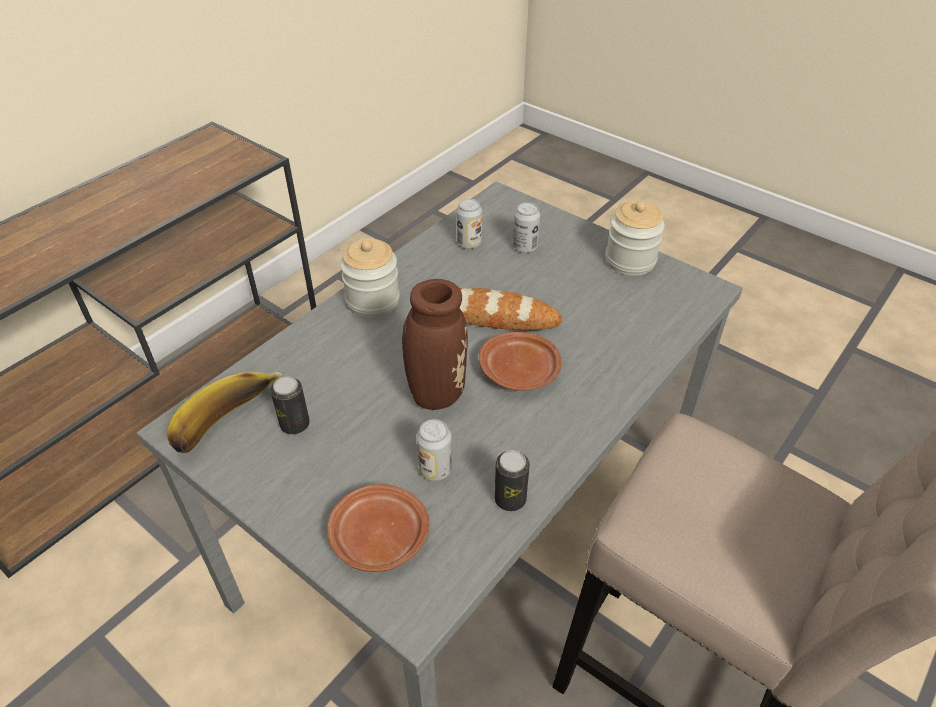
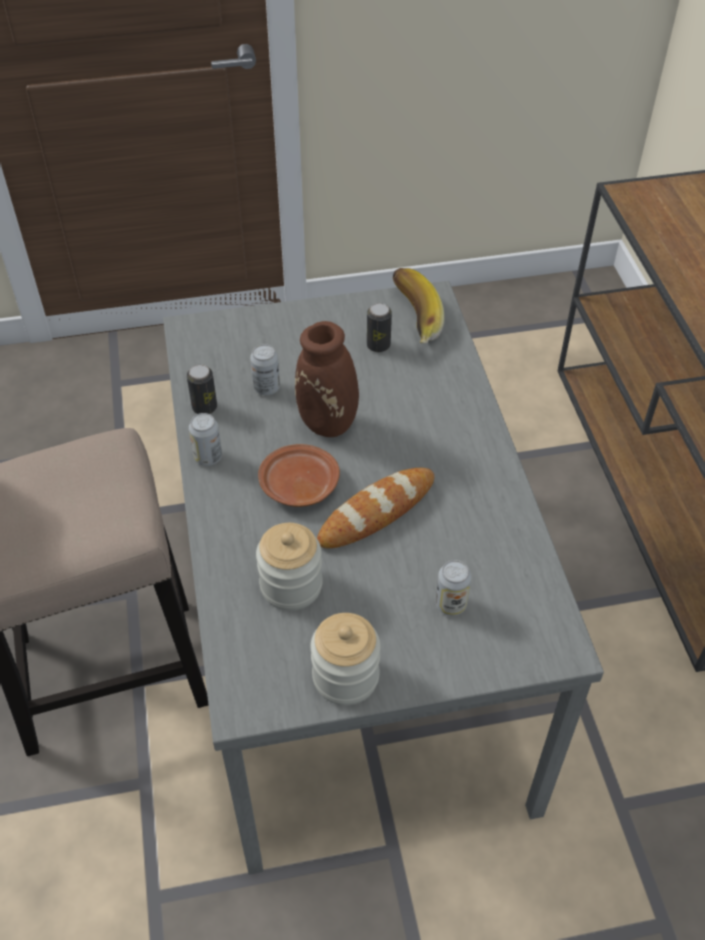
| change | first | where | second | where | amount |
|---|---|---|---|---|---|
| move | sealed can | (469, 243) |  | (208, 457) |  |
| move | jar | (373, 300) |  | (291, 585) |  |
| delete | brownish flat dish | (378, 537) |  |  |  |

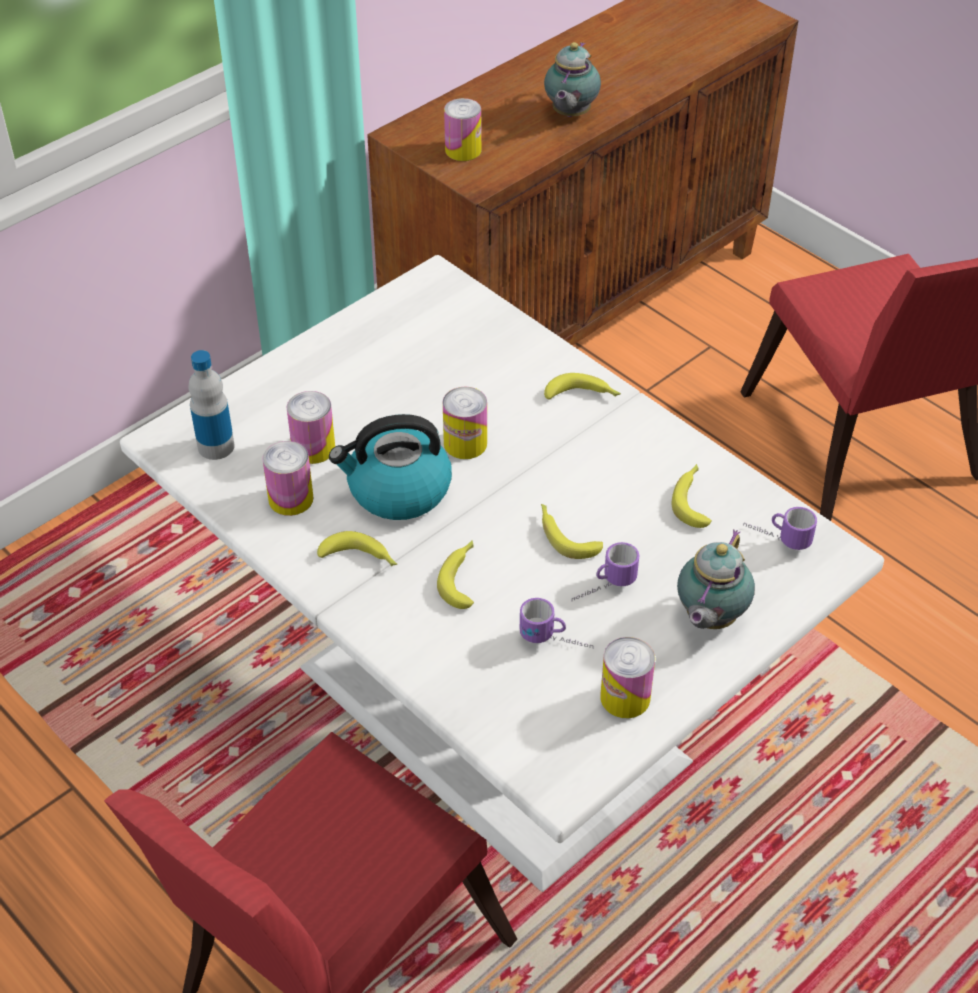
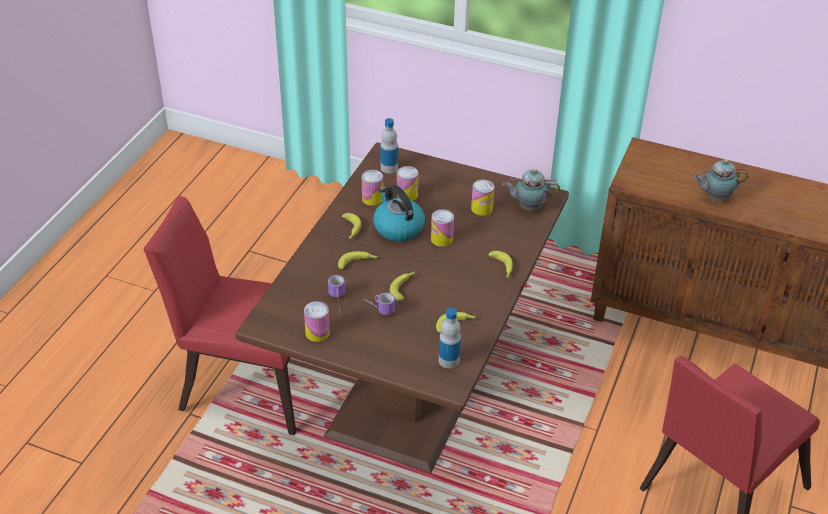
| change | first | where | second | where | amount |
|---|---|---|---|---|---|
| recolor | whitish dinner table | (488, 719) | brownish dinner table | (411, 386) |  |
| replace | tea mug | (776, 538) | beverage bottle | (449, 360) |  |
| move | sealed can | (463, 150) |  | (482, 208) |  |
| move | pot for tea | (708, 619) |  | (528, 207) |  |

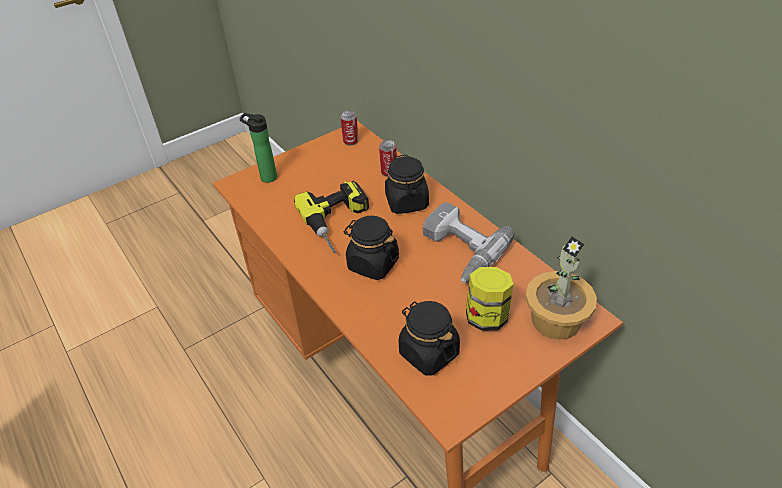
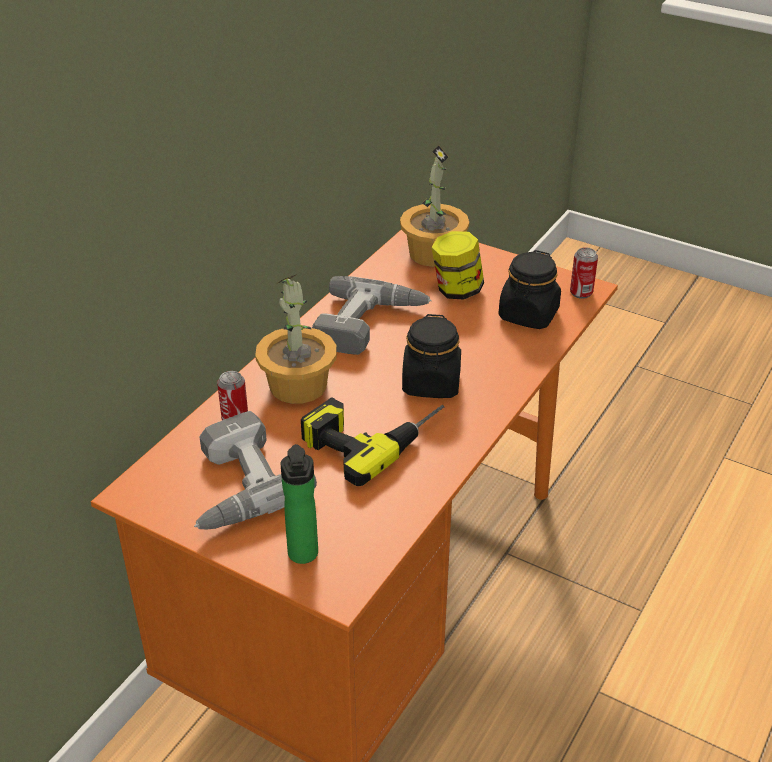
| change | first | where | second | where | amount |
|---|---|---|---|---|---|
| insert |  |  | electric drill | (235, 485) |  |
| replace | blackish jar | (407, 202) | potted plant | (298, 386) |  |
| move | sealed can | (350, 141) |  | (581, 293) |  |

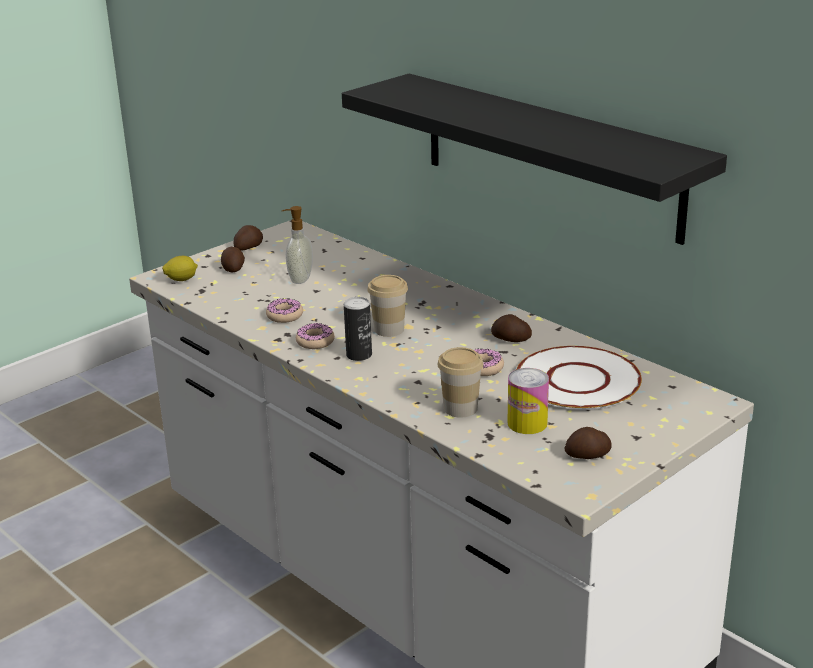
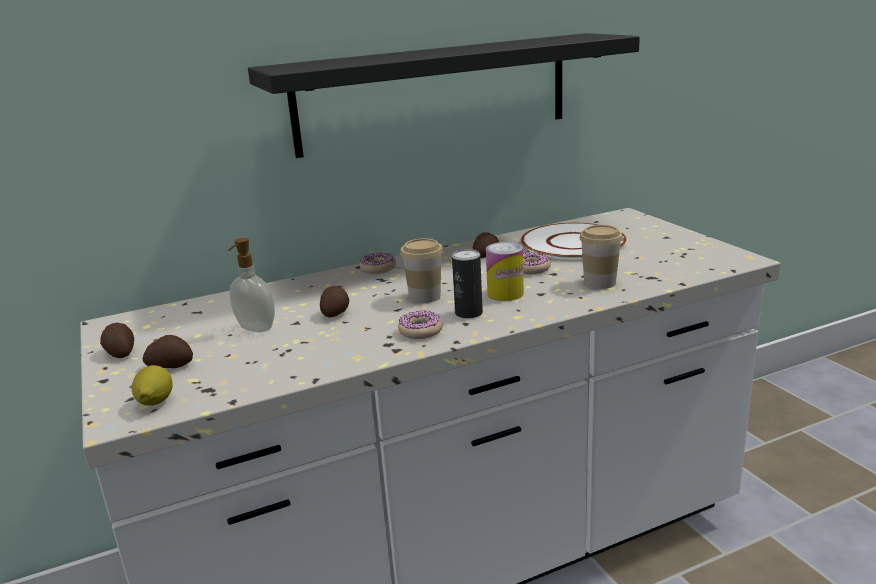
| change | first | where | second | where | amount |
|---|---|---|---|---|---|
| move | potato | (588, 456) |  | (336, 313) |  |
| move | doughnut | (284, 316) |  | (378, 268) |  |
| move | sealed can | (527, 423) |  | (505, 293) |  |

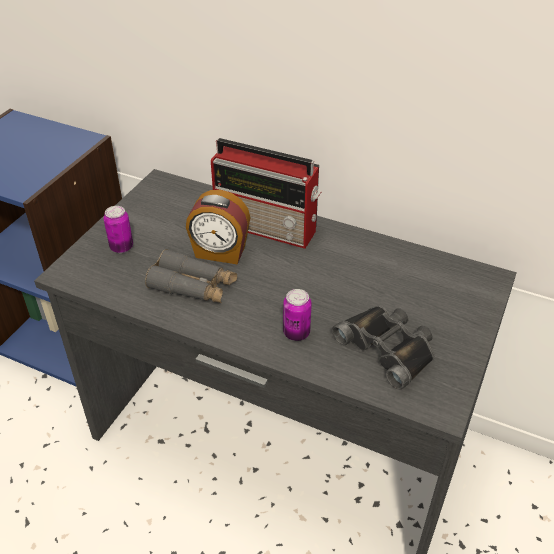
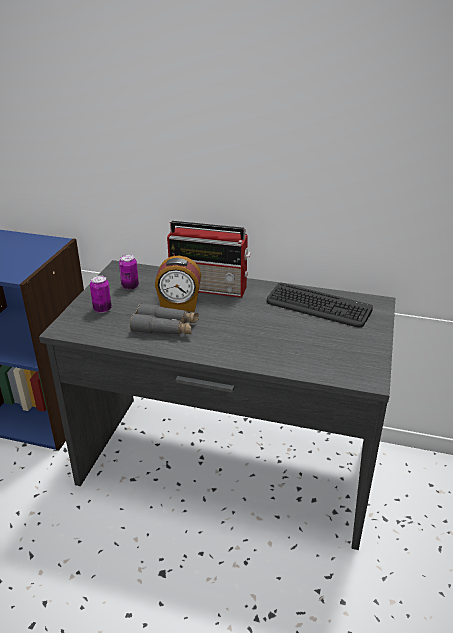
| change | first | where | second | where | amount |
|---|---|---|---|---|---|
| move | sealed can | (296, 333) |  | (130, 286) |  |
| insert |  |  | computer keyboard | (318, 306) |  |
| delete | blackish pair of binoculars | (388, 348) |  |  |  |

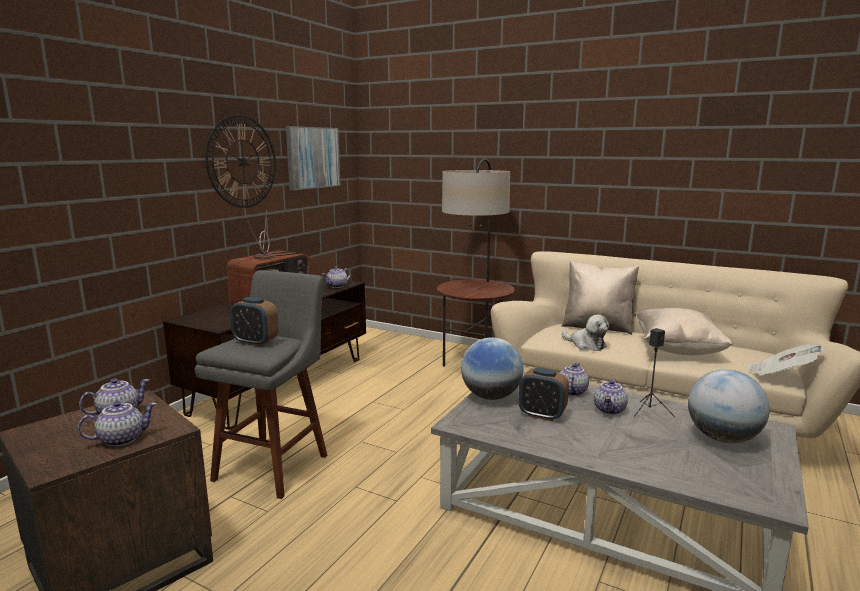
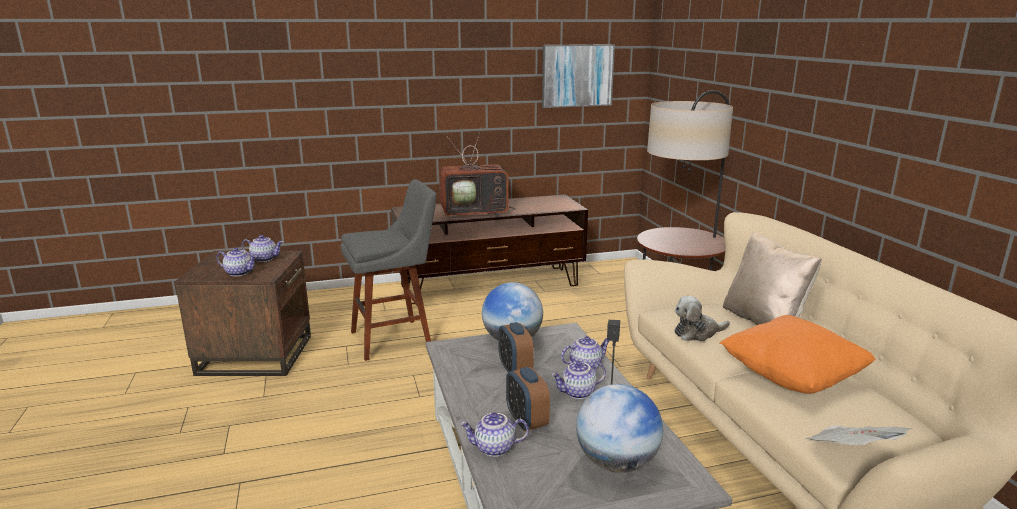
| change | first | where | second | where | amount |
|---|---|---|---|---|---|
| move | pot for tea | (337, 286) |  | (494, 449) |  |
| move | table clock | (255, 342) |  | (526, 421) |  |
| rotate | cuddly toy | (586, 345) |  | (697, 333) | 75 degrees clockwise |
| recolor | beige-coloured pillow | (677, 350) | orangey pillow | (791, 377) |  |
| delete | clock on the wall | (242, 161) |  |  |  |

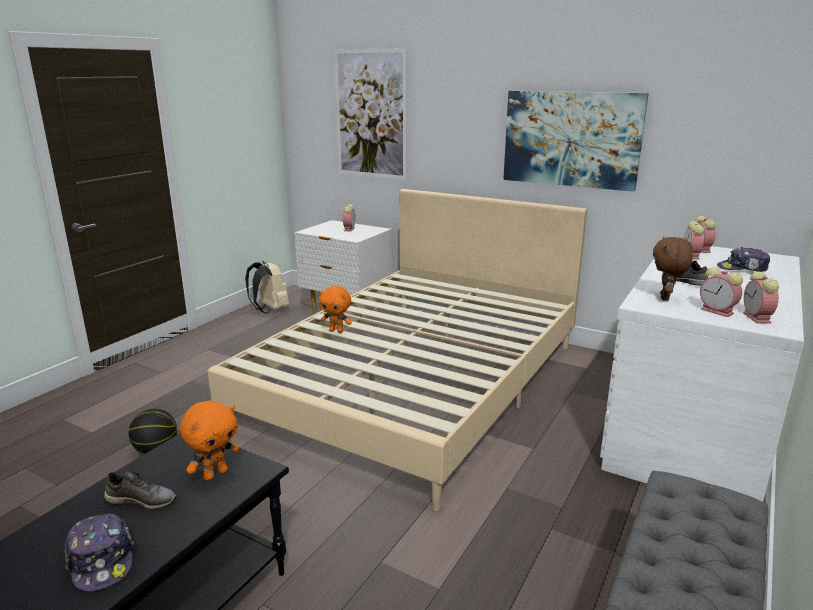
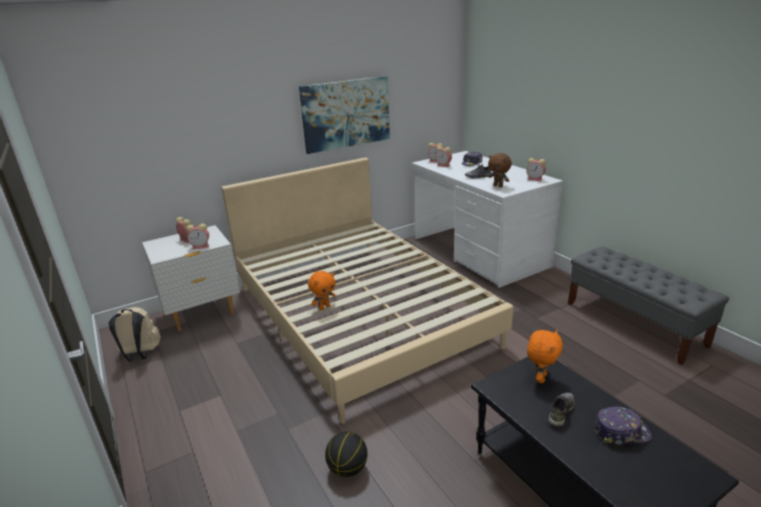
| change | first | where | second | where | amount |
|---|---|---|---|---|---|
| move | table clock | (718, 311) |  | (201, 246) |  |
| rotate | orangey cuddly toy | (215, 474) |  | (540, 378) | 45 degrees clockwise |
| delete | wall art | (371, 114) |  |  |  |

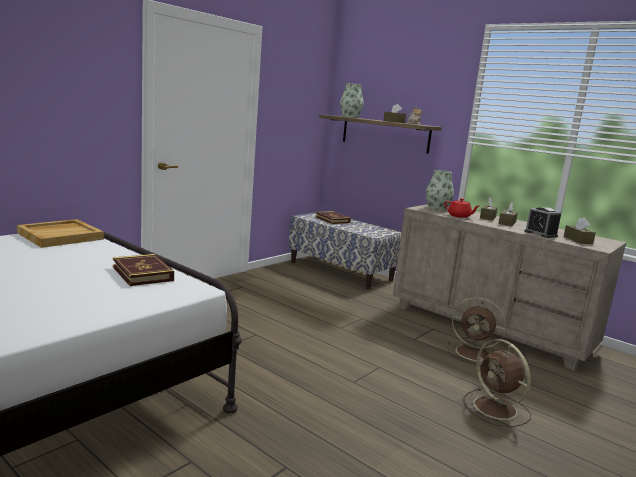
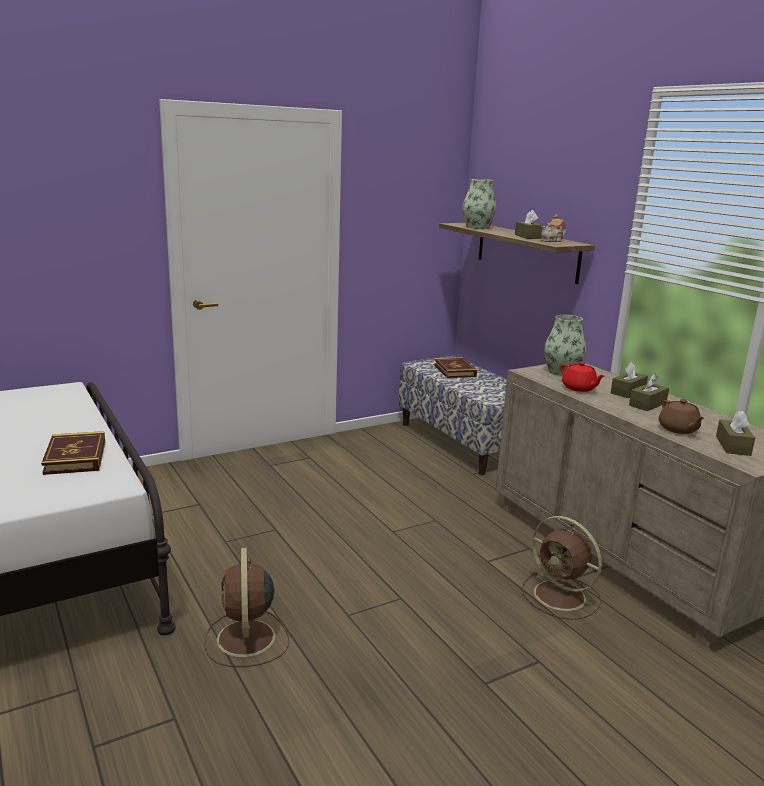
| change | first | where | second | where | amount |
|---|---|---|---|---|---|
| move | brownish cooling fan | (496, 409) |  | (246, 640) |  |
| replace | table clock | (540, 234) | brownish pot for tea | (678, 429) |  |
| delete | beige-coloured carrying tray | (61, 236) |  |  |  |

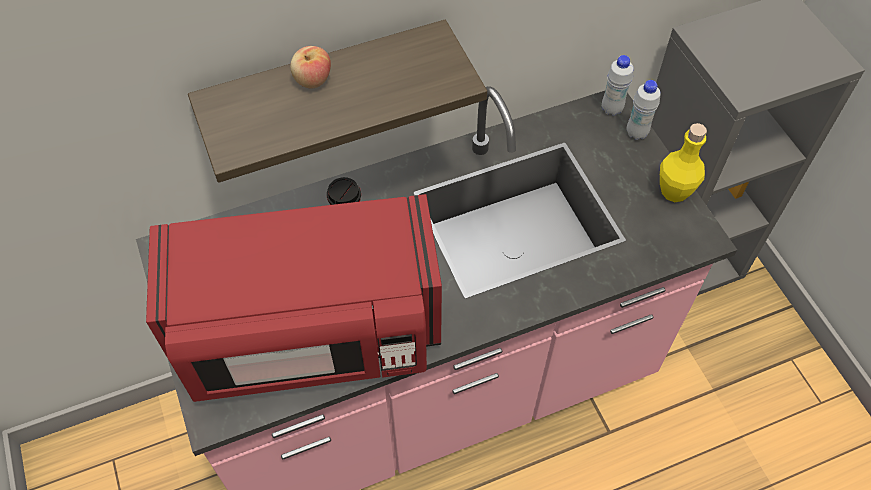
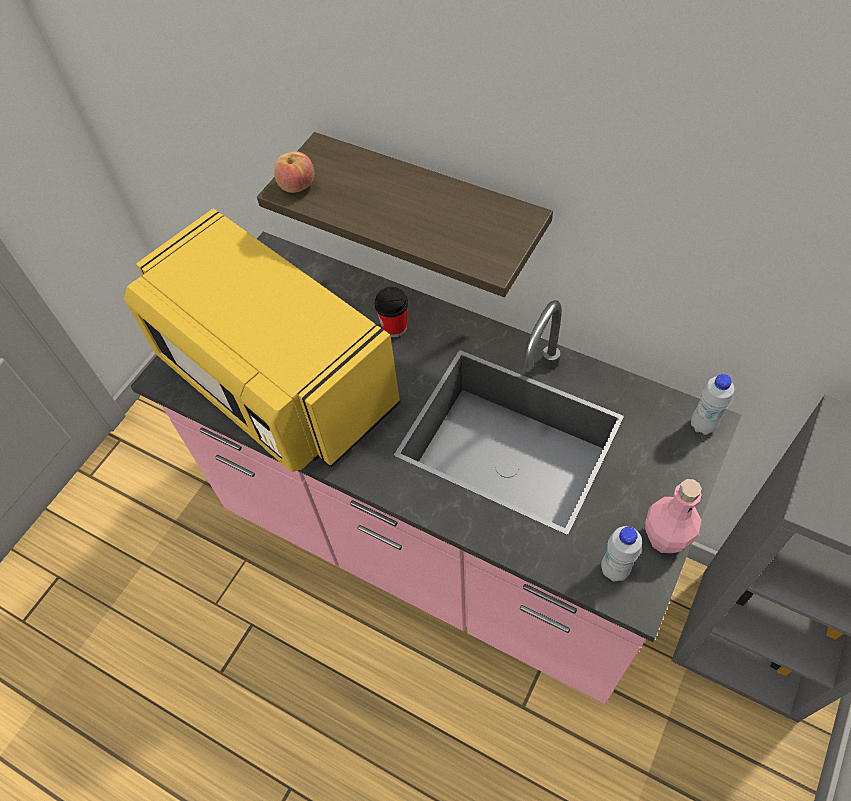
| change | first | where | second | where | amount |
|---|---|---|---|---|---|
| recolor | reddish microwave oven | (310, 333) | yellow microwave oven | (274, 380) |  |
| move | apple | (312, 80) |  | (297, 186) |  |
| move | whitish beverage bottle | (636, 133) |  | (614, 569) |  |
| recolor | yellow beverage bottle | (674, 191) | pink-coloured beverage bottle | (664, 538) |  |

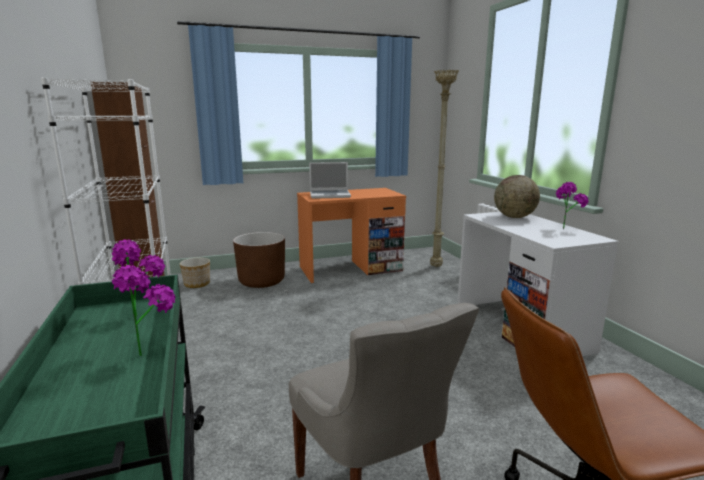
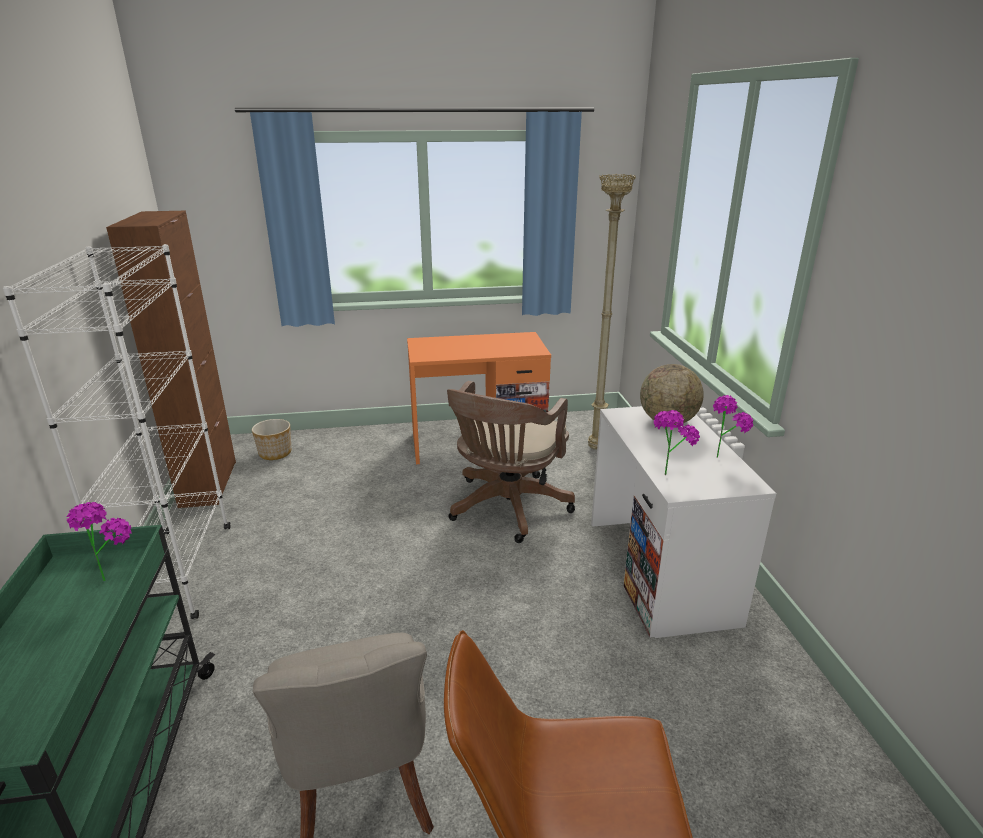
| change | first | where | second | where | amount |
|---|---|---|---|---|---|
| insert |  |  | brownish office chair | (506, 509) |  |
| move | potted plant | (149, 349) |  | (667, 470) |  |
| delete | brownish planter | (261, 281) |  |  |  |
| delete | notebook computer | (330, 195) |  |  |  |

